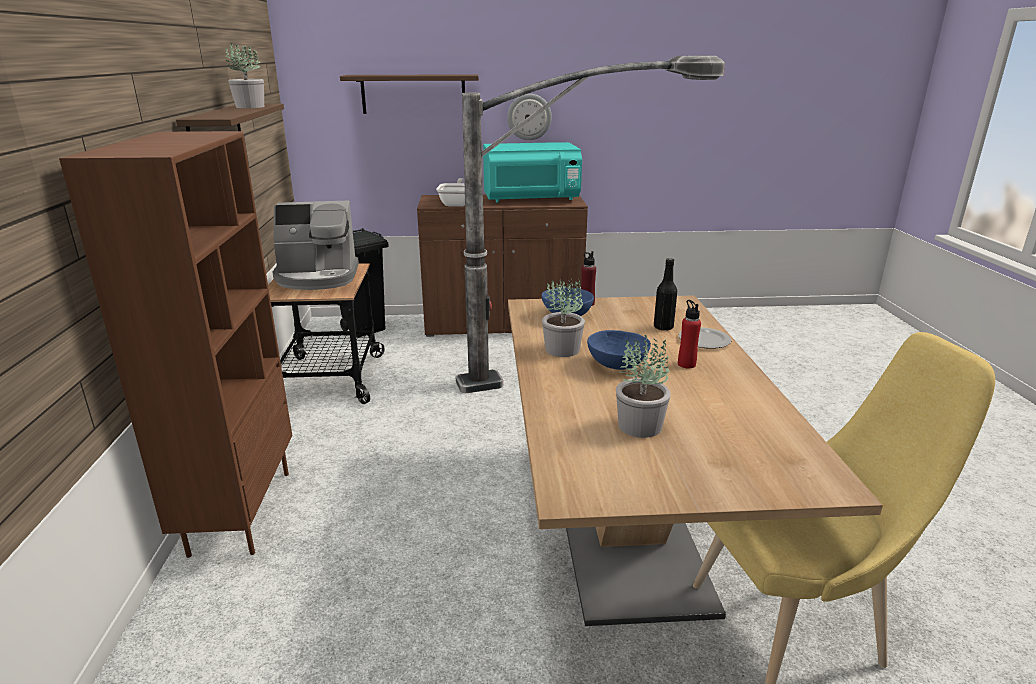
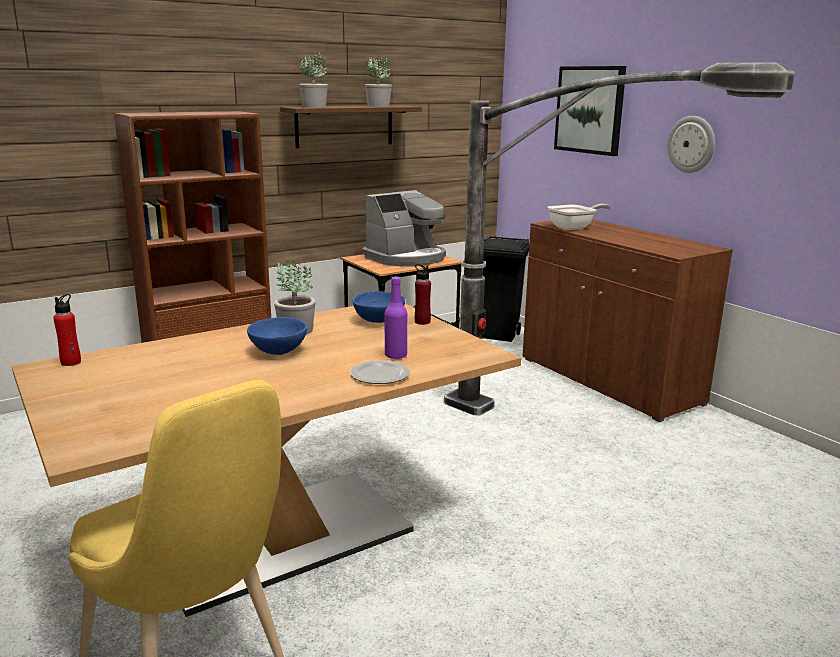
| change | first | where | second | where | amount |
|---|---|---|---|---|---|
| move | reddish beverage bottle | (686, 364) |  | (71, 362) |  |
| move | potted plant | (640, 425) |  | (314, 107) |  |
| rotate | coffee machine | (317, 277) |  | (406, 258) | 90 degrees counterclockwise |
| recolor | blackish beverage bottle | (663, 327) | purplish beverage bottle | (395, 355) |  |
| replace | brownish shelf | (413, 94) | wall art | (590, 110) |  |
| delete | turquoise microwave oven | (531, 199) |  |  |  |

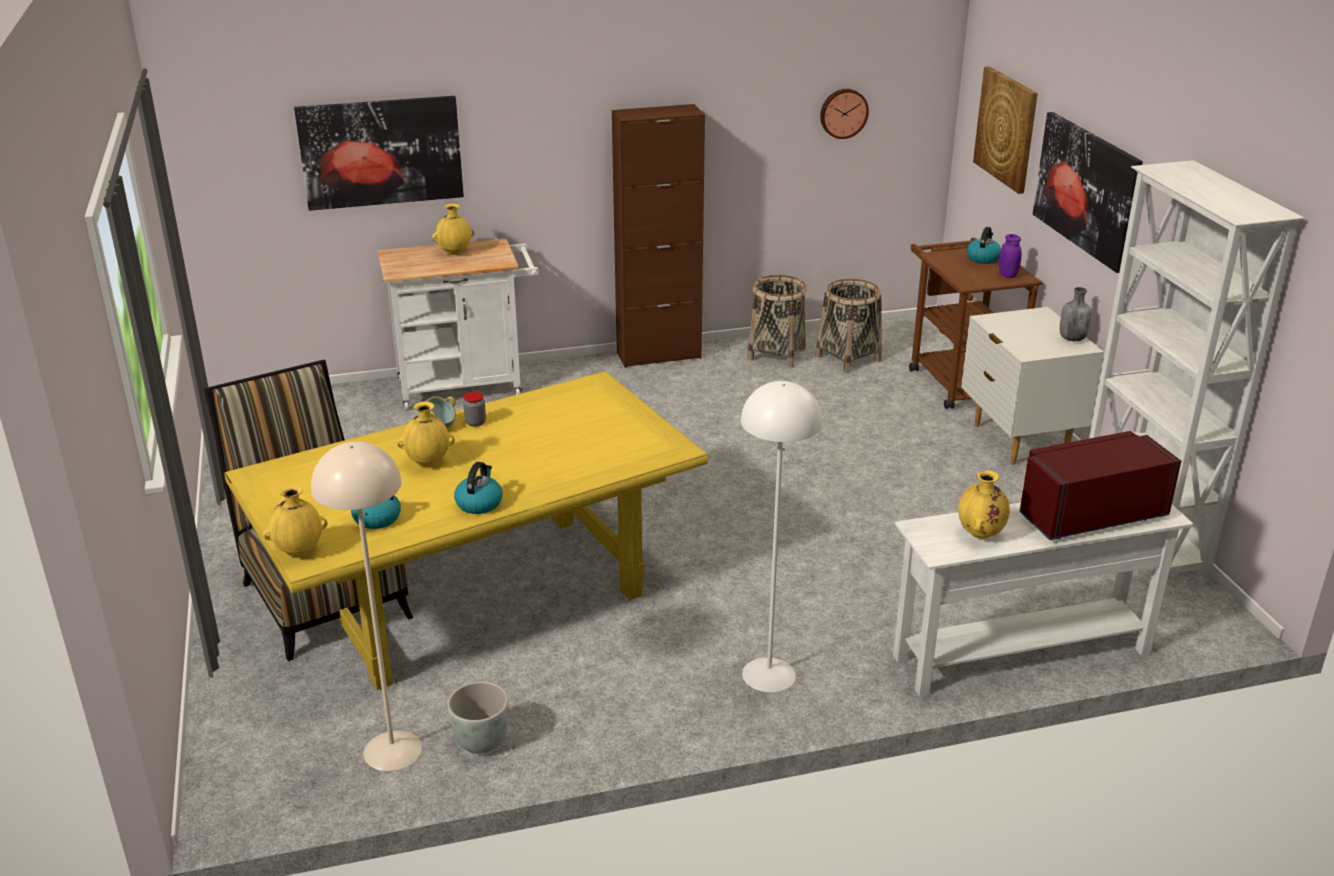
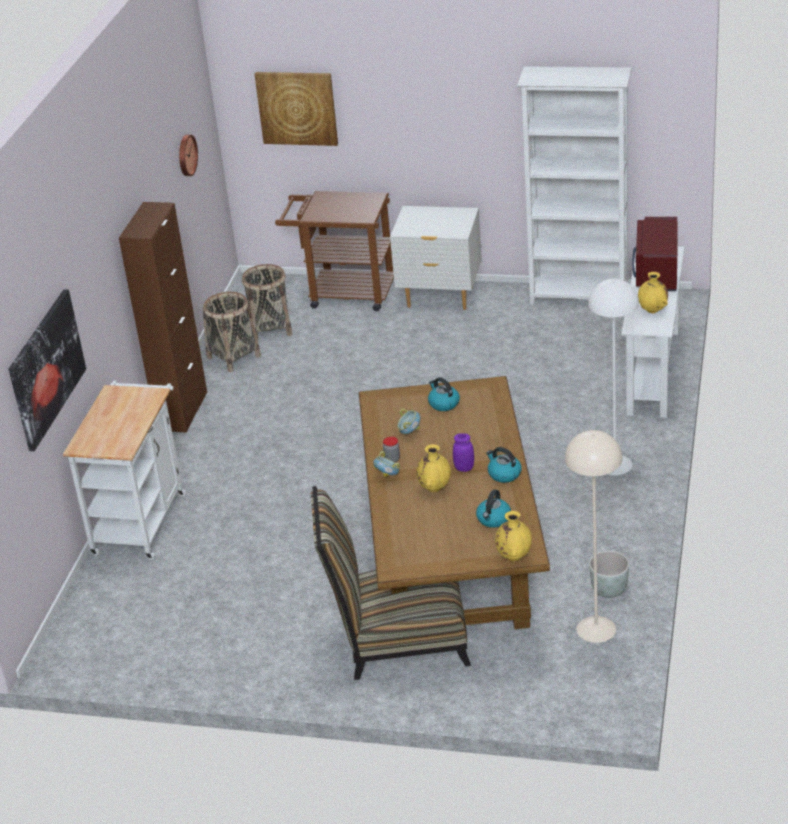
| change | first | where | second | where | amount |
|---|---|---|---|---|---|
| recolor | yellow dinner table | (481, 594) | brownish dinner table | (452, 563) |  |
| insert |  |  | bowl | (409, 432) |  |
| move | tea kettle | (983, 258) |  | (443, 404) |  |
| move | purplish jar | (1007, 275) |  | (464, 468) |  |
| delete | yellow vase | (455, 253) |  |  |  |
| delete | wall art | (1086, 189) |  |  |  |
| delete | gray beverage bottle | (1072, 338) |  |  |  |

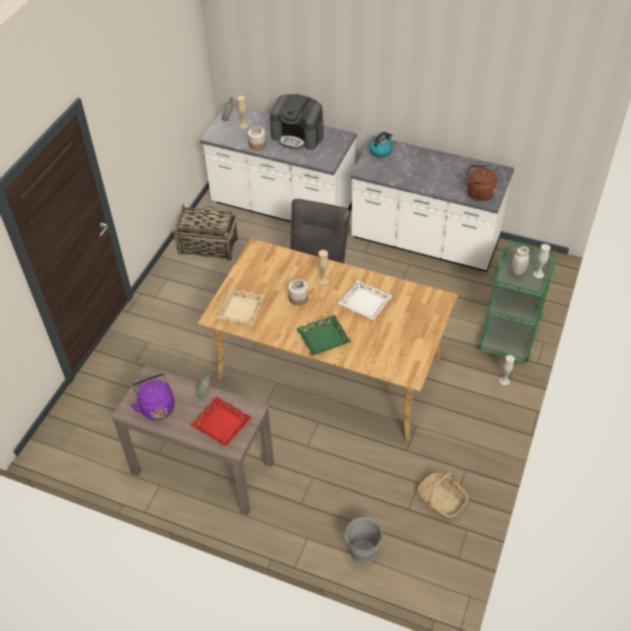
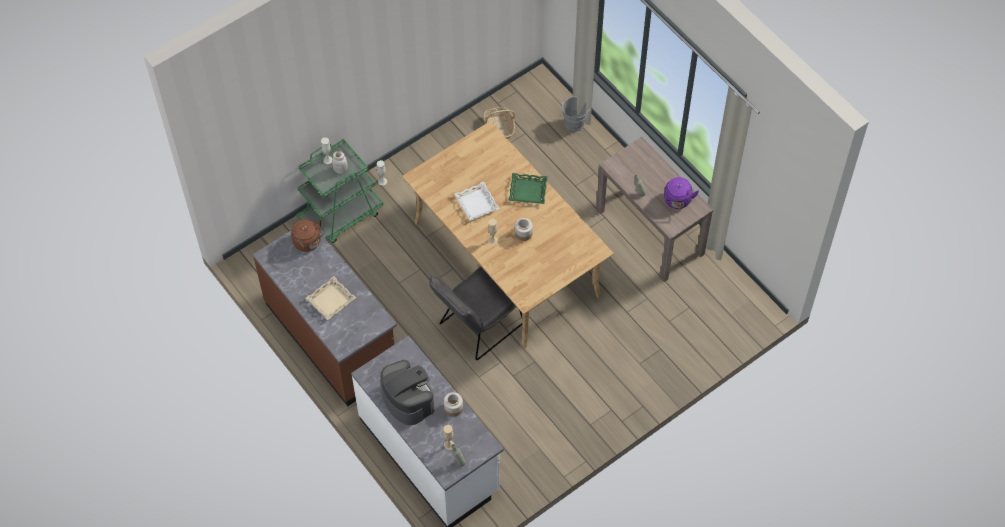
| change | first | where | second | where | amount |
|---|---|---|---|---|---|
| recolor | whitish kitchen counter | (424, 243) | brownish kitchen counter | (332, 337) |  |
| move | beige-coloured carrying tray | (240, 309) |  | (331, 300) |  |
| delete | household basket | (207, 246) |  |  |  |
| delete | reddish carrying tray | (222, 424) |  |  |  |
| delete | tea kettle | (381, 151) |  |  |  |

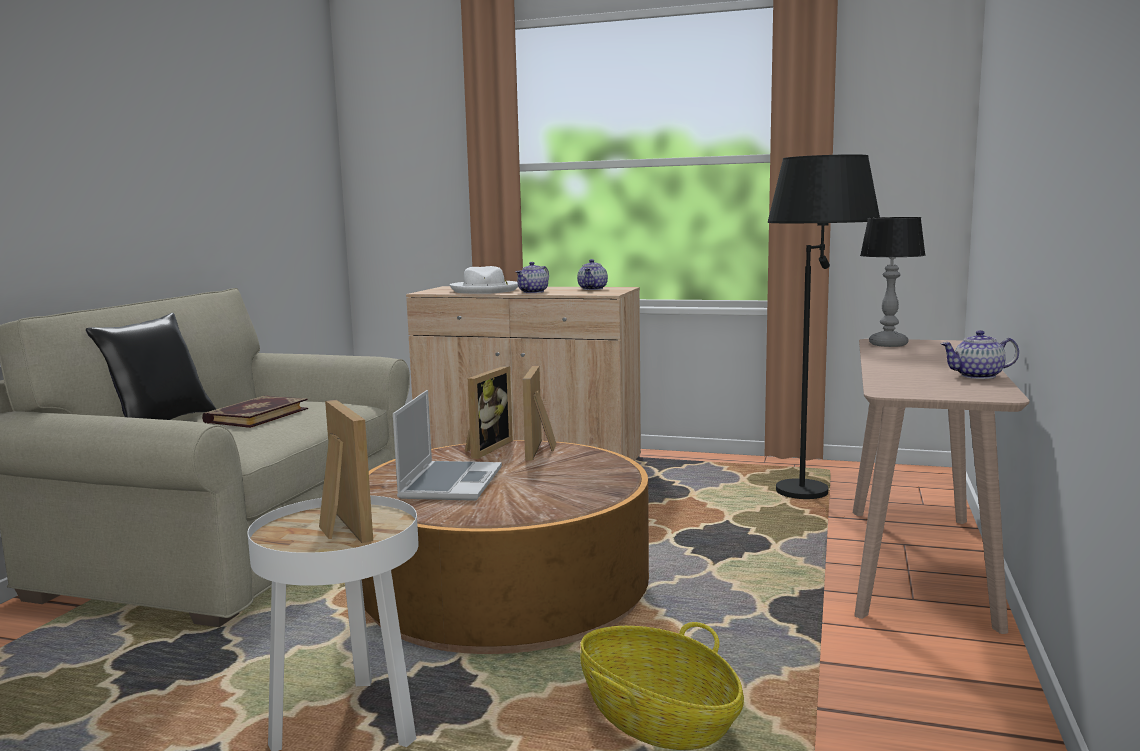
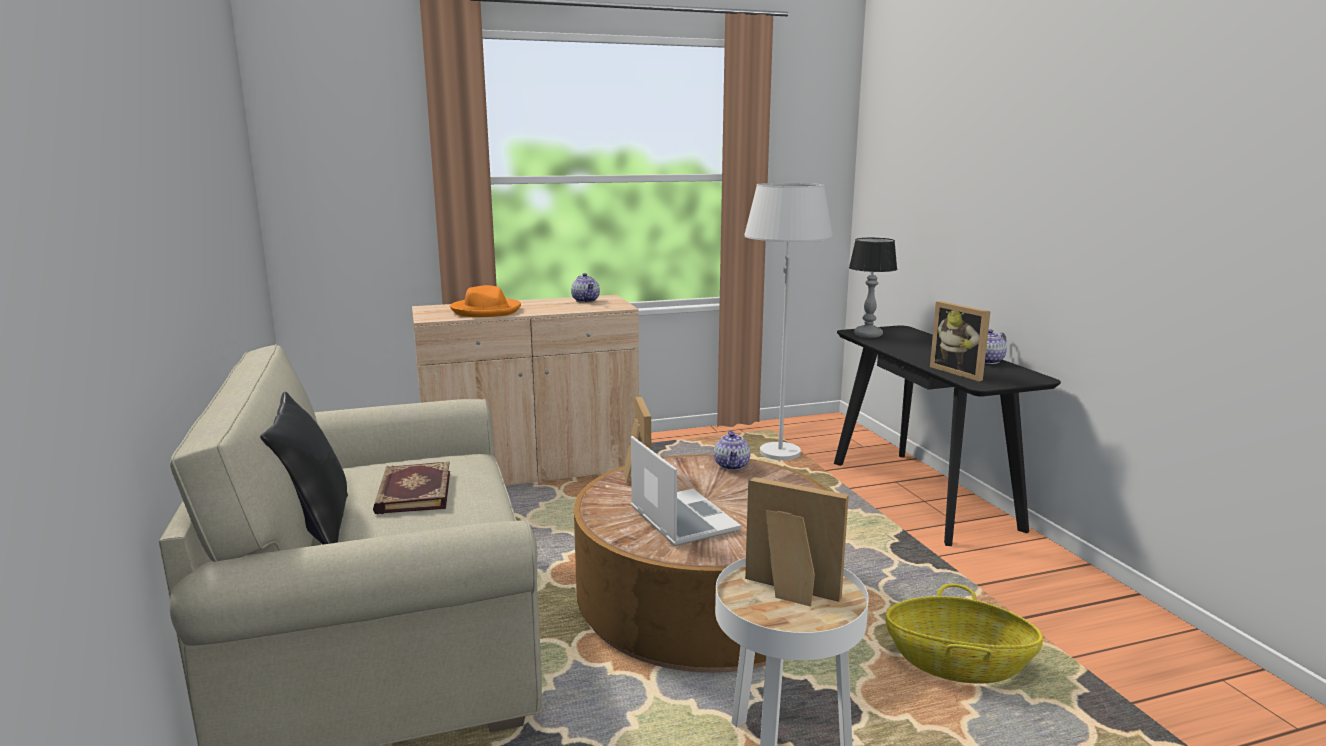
| change | first | where | second | where | amount |
|---|---|---|---|---|---|
| recolor | whitish clothing hat | (485, 290) | orangey clothing hat | (486, 311) |  |
| move | pot for tea | (533, 292) |  | (732, 465) |  |
| recolor | blackish standard lamp | (814, 485) | whitish standard lamp | (779, 445) |  |
| recolor | beige-coloured narrow table | (919, 563) | blackish narrow table | (923, 494) |  |
| move | standing frame | (542, 450) |  | (960, 372) |  |

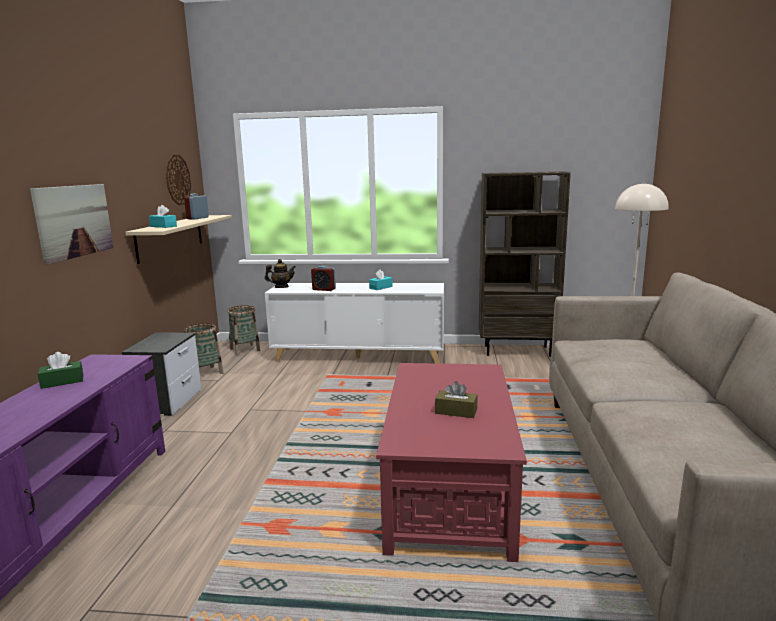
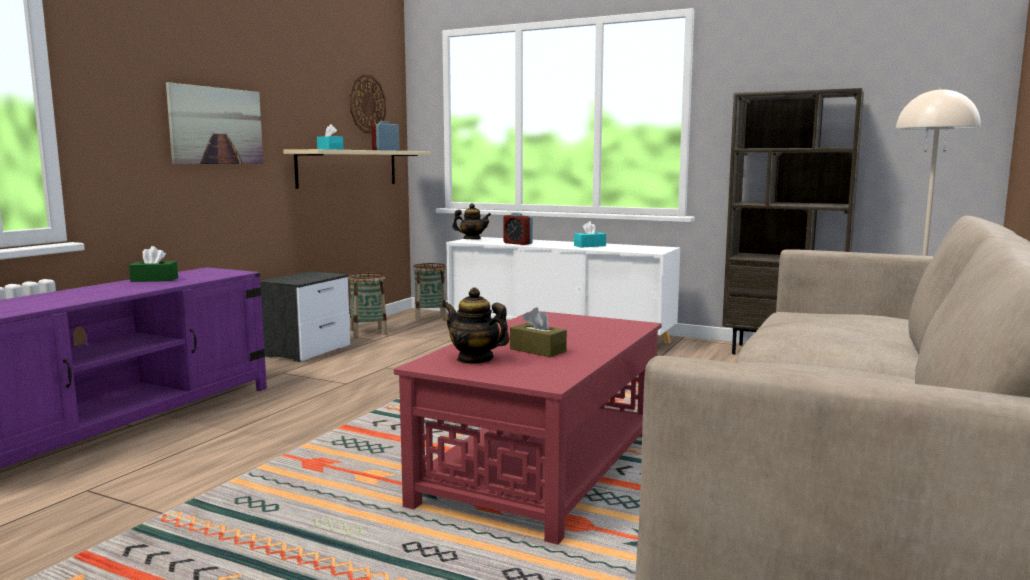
| change | first | where | second | where | amount |
|---|---|---|---|---|---|
| insert |  |  | pot for tea | (475, 359) |  |

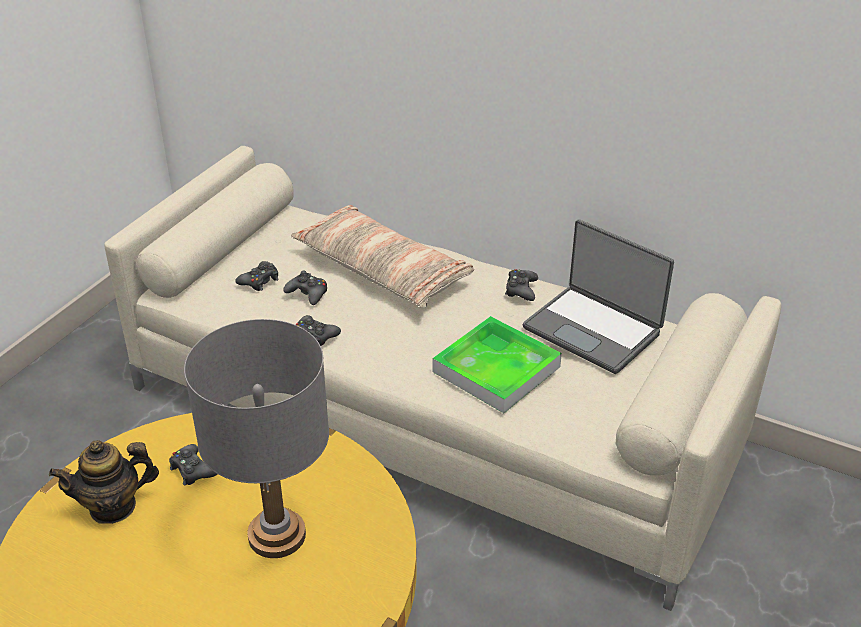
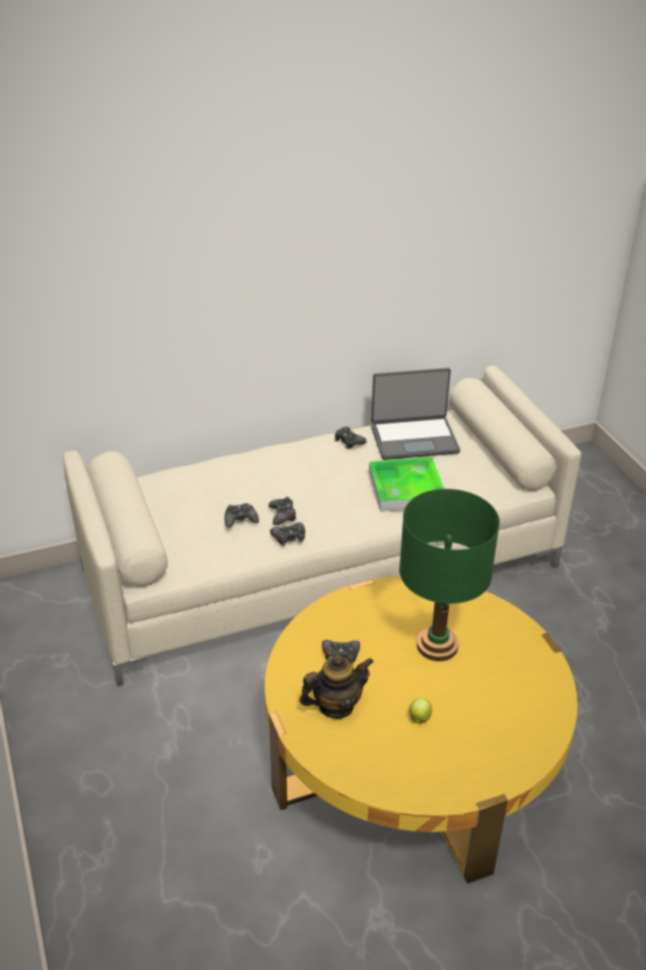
| change | first | where | second | where | amount |
|---|---|---|---|---|---|
| move | blackish game controller | (259, 281) |  | (282, 515) |  |
| rotate | pot for tea | (113, 507) |  | (336, 705) | 135 degrees counterclockwise |
| recolor | gray tabletop lamp | (276, 535) | green-coloured tabletop lamp | (436, 645) |  |
| insert |  |  | apple | (419, 718) |  |
| delete | pillow | (382, 270) |  |  |  |

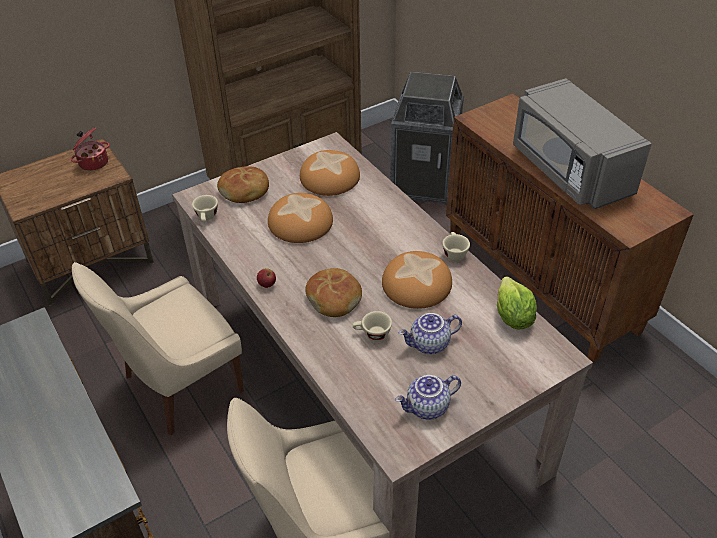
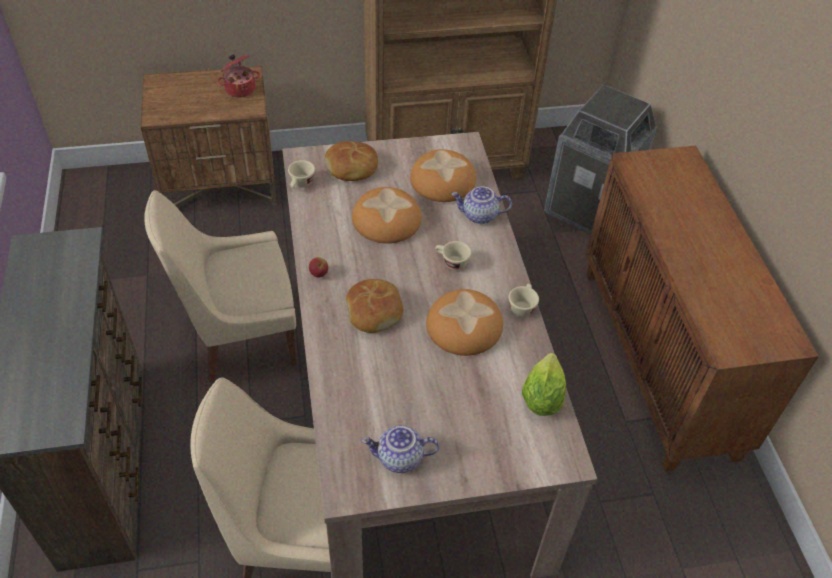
| change | first | where | second | where | amount |
|---|---|---|---|---|---|
| move | beige-coloured small cup | (372, 334) |  | (451, 262) |  |
| move | pot for tea | (429, 344) |  | (479, 216) |  |
| delete | gray microwave oven | (569, 171) |  |  |  |

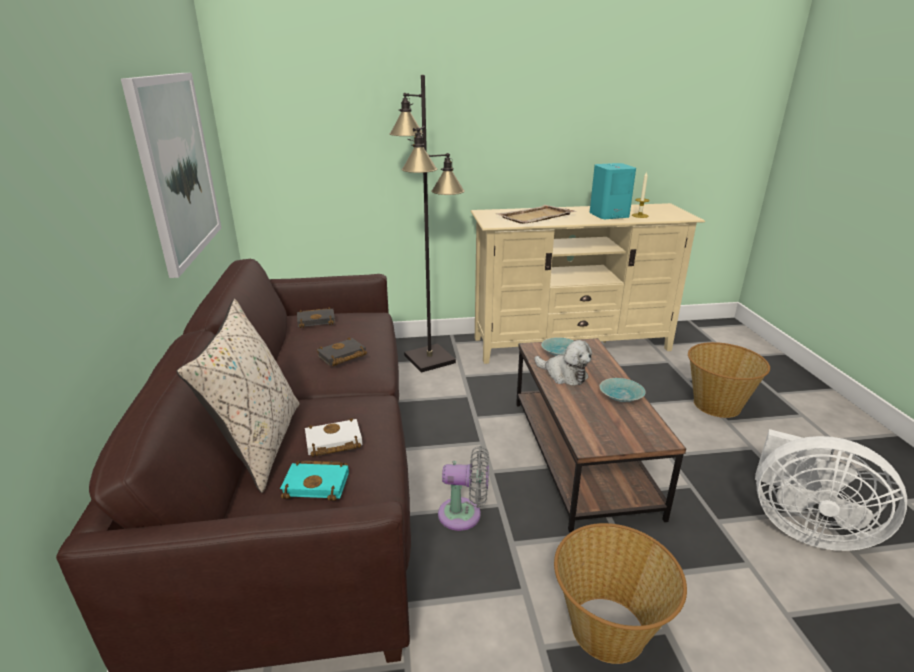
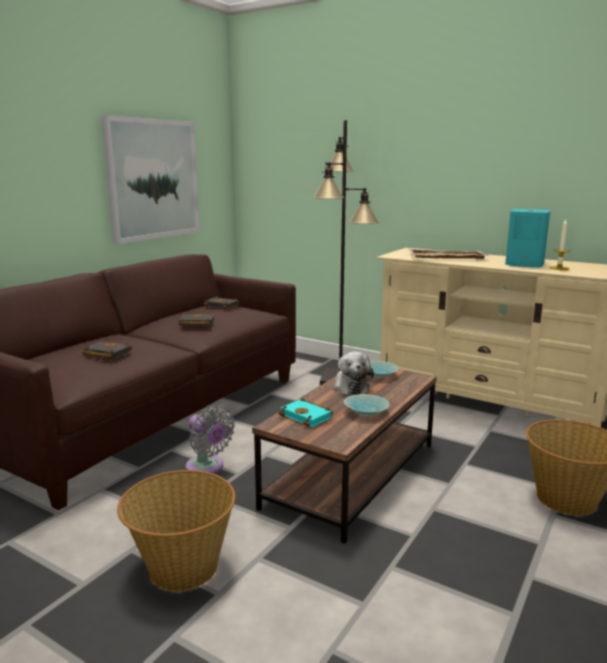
| change | first | where | second | where | amount |
|---|---|---|---|---|---|
| recolor | whitish bound book | (332, 443) | blackish bound book | (105, 354) |  |
| move | turquoise bound book | (318, 483) |  | (308, 416) |  |
| delete | beige-coloured pillow | (258, 444) |  |  |  |
| delete | whitish cooling fan | (804, 527) |  |  |  |

